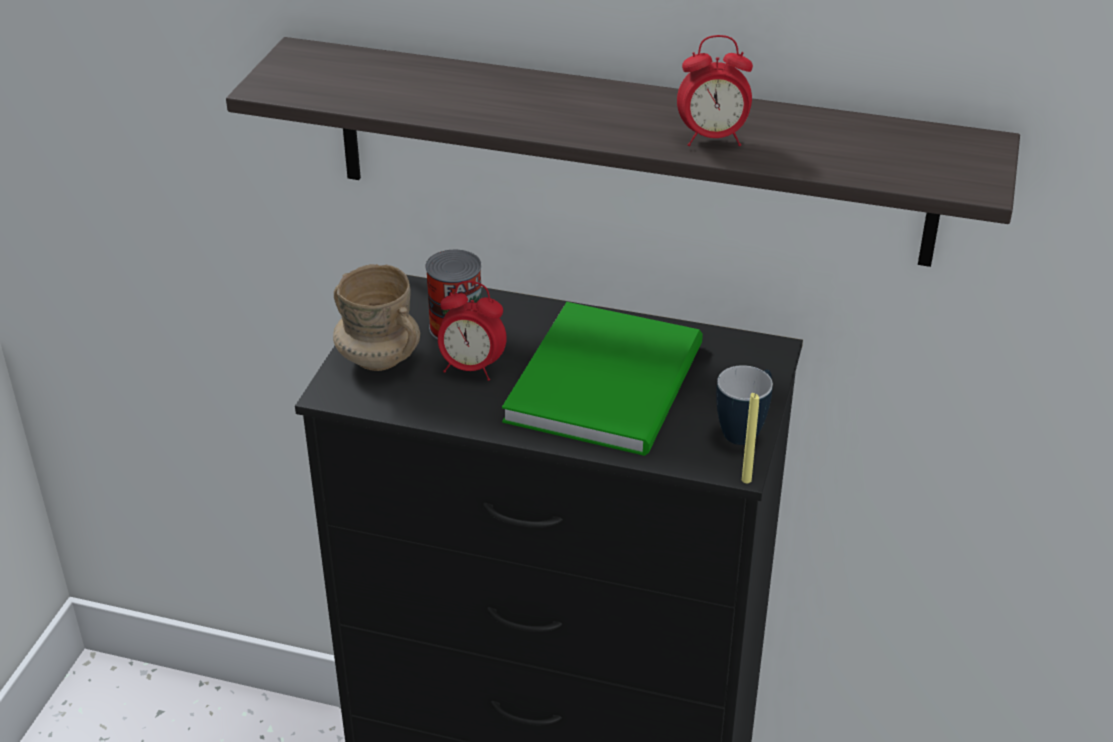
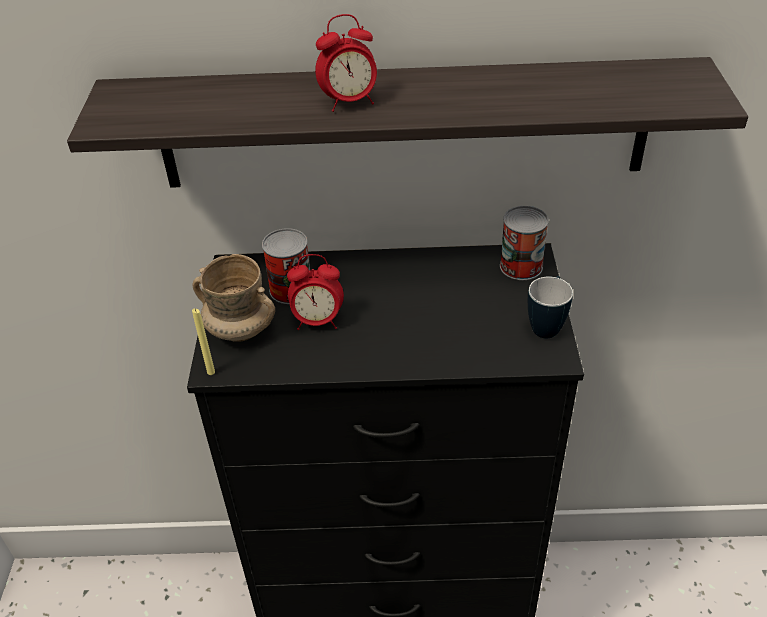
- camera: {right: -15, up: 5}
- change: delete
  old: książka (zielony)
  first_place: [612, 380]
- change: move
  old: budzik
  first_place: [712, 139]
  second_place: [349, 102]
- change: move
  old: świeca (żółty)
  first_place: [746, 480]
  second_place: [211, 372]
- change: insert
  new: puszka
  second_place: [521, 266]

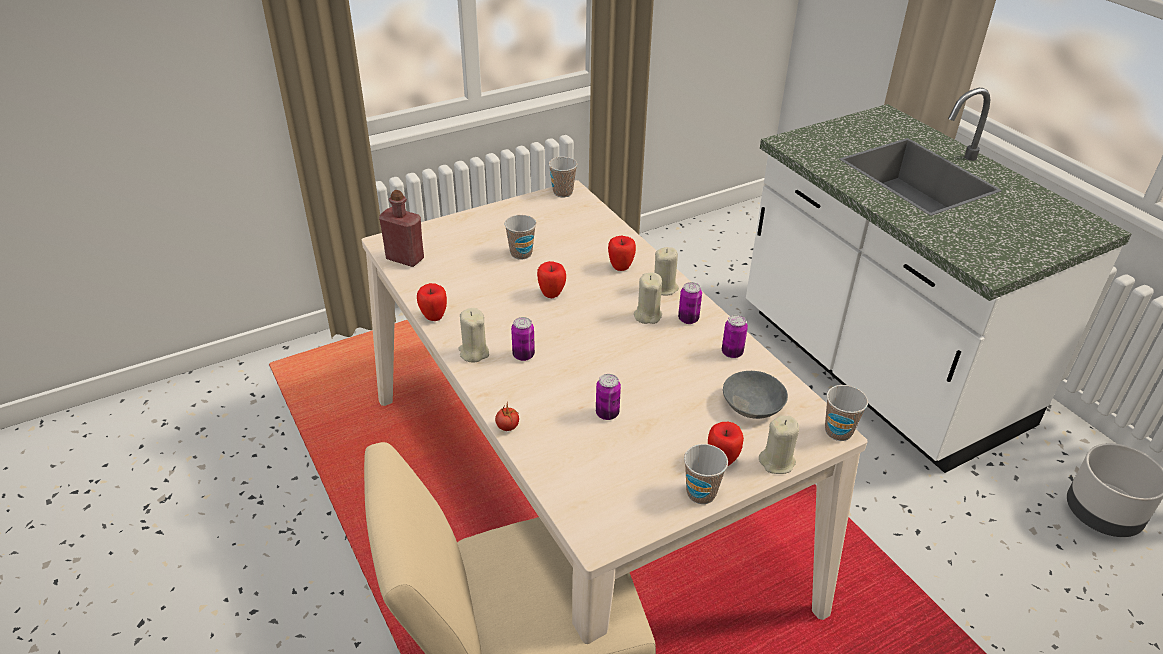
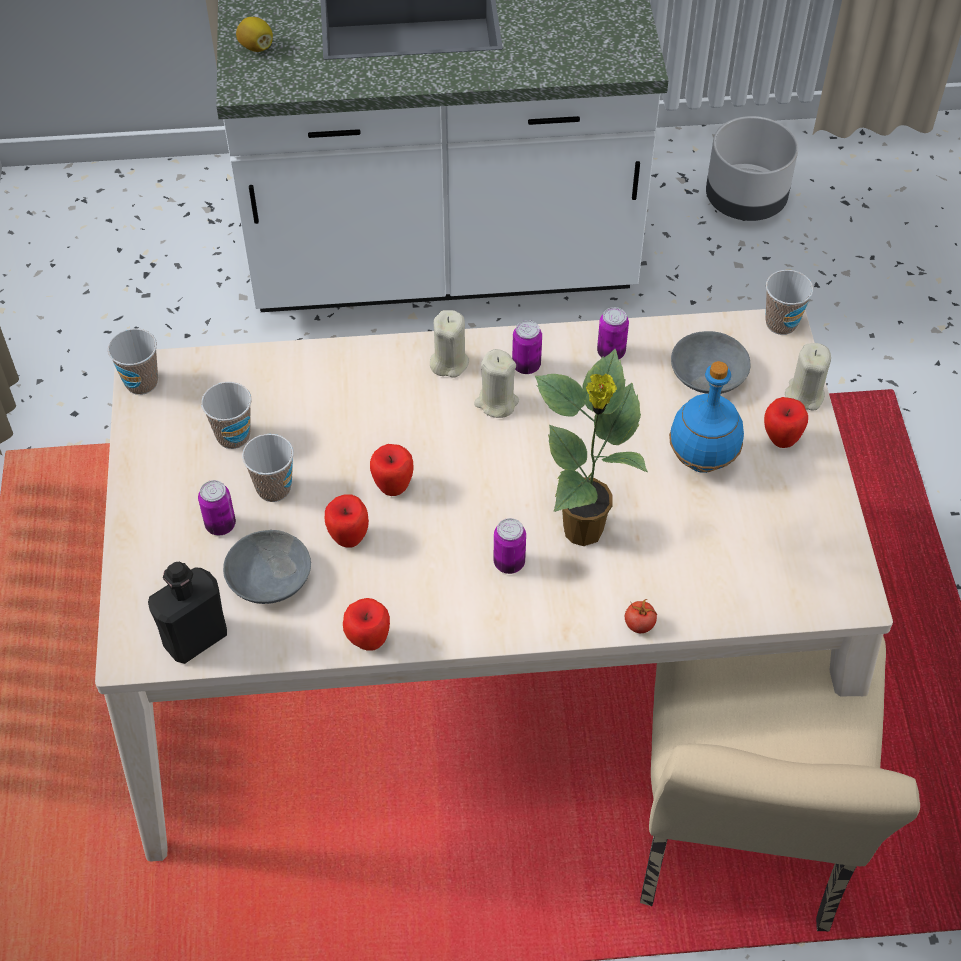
- camera: {right: -65, up: 15}
- change: recolor
  old: butelka (czerwony)
  new: butelka (czarny)
  first_place: [405, 258]
  second_place: [195, 638]
- change: delete
  old: świeca (beżowy)
  first_place: [473, 352]
- change: move
  old: puszka
  first_place: [607, 413]
  second_place: [220, 525]
- change: move
  old: jabłko
  first_place: [621, 267]
  second_place: [348, 538]
- change: move
  old: filiżanka
  first_place: [701, 493]
  second_place: [233, 436]
- change: insert
  new: miska (szary)
  second_place: [271, 578]
- change: insert
  new: cytryna
  second_place: [256, 47]
- change: insert
  new: roślina doniczkowa
  second_place: [584, 532]
- change: insert
  new: butelka (niebieski)
  second_place: [700, 460]

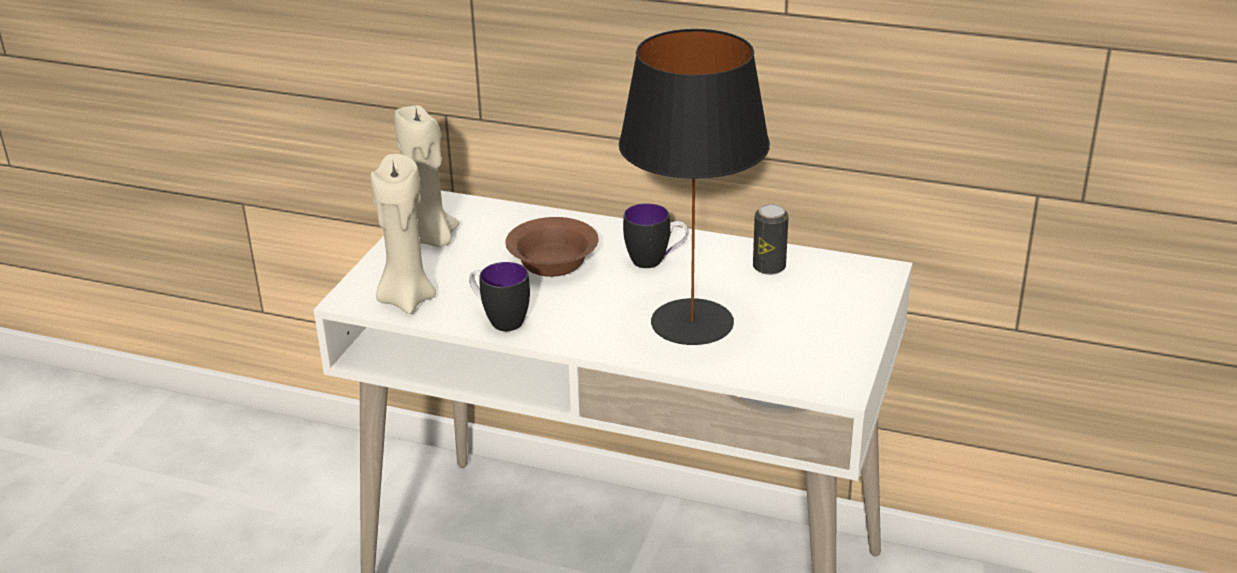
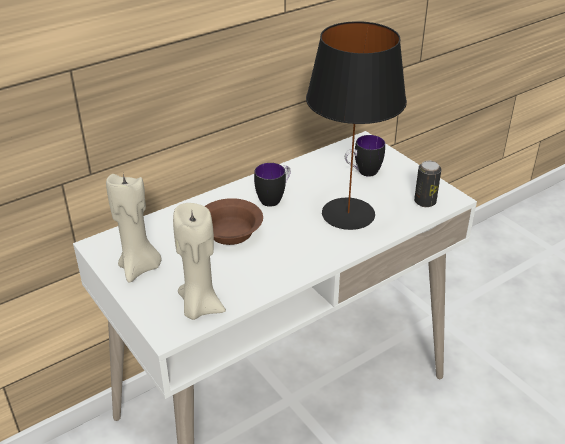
- camera: {right: -55, up: 5}
- change: move
  old: kubek
  first_place: [499, 320]
  second_place: [362, 172]
- change: move
  old: puszka
  first_place: [769, 267]
  second_place: [425, 202]

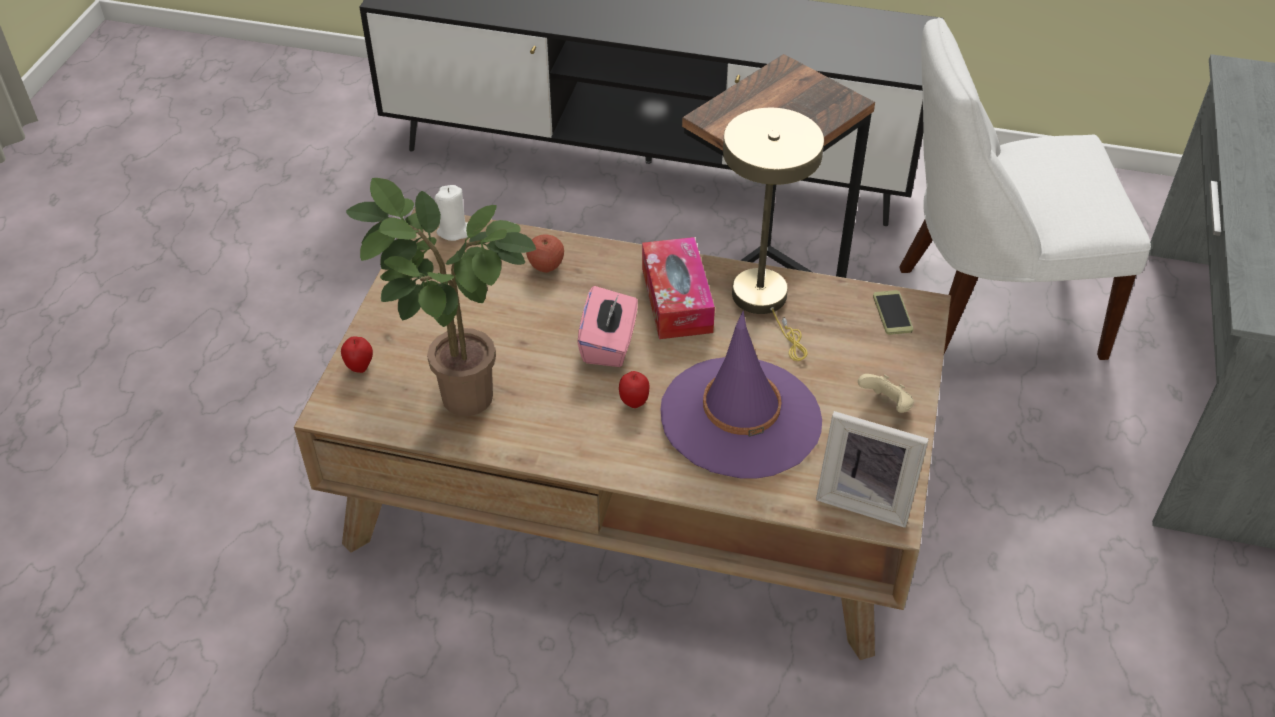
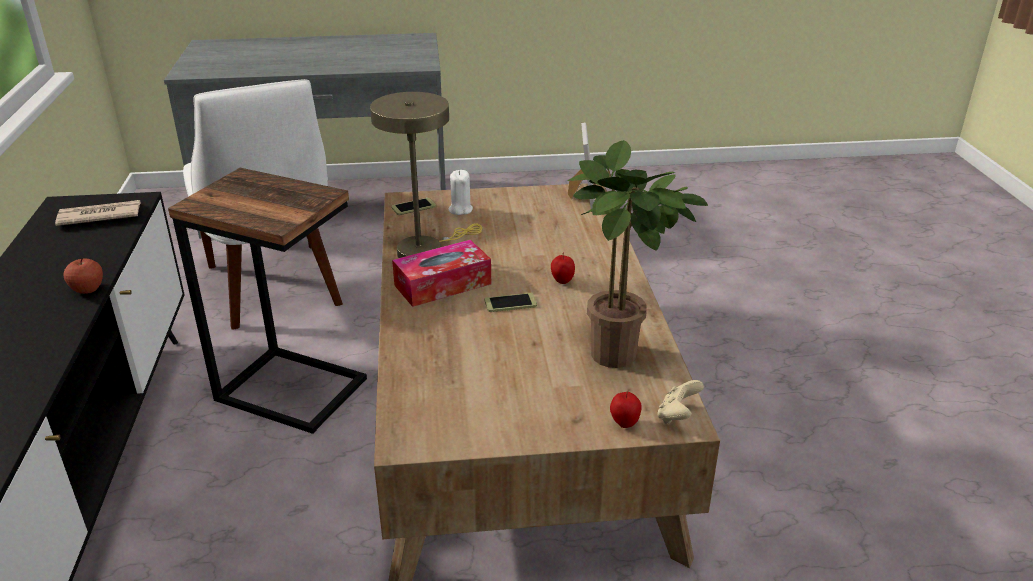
- camera: {right: -110, up: -15}
- change: move
  old: świeca (biały)
  first_place: [454, 231]
  second_place: [460, 209]
- change: move
  old: jabłko
  first_place: [546, 266]
  second_place: [88, 289]
- change: replace
  old: pudełko chusteczek (różowy)
  new: telefon
  first_place: [609, 344]
  second_place: [510, 303]
- change: delete
  old: kapelusz (fioletowy)
  first_place: [740, 417]
- change: move
  old: pad do gier (beżowy)
  first_place: [886, 405]
  second_place: [677, 416]
- change: insert
  new: gazeta
  second_place: [99, 216]

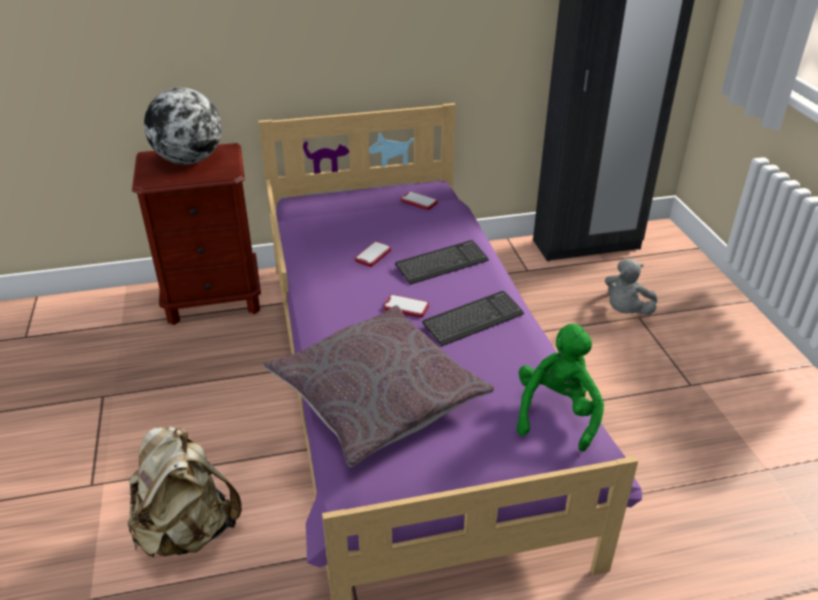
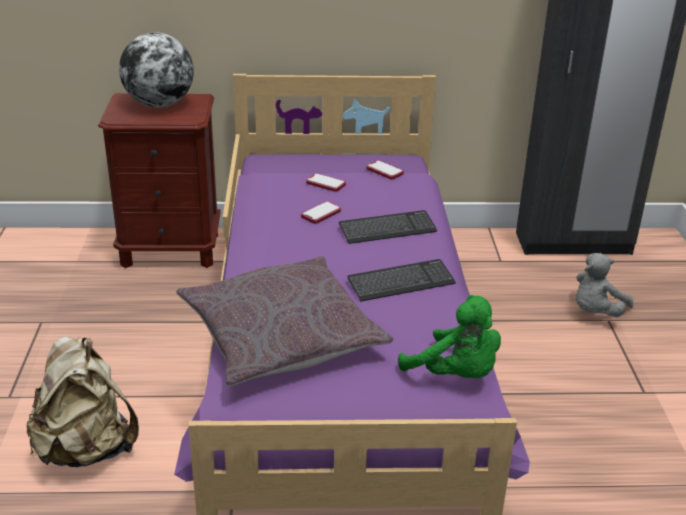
- camera: {right: 10, up: -5}
- change: move
  old: telefon
  first_place: [406, 307]
  second_place: [325, 184]
- change: rotate
  old: pluszak (zielony)
  first_place: [557, 413]
  second_place: [455, 375]
  degrees: 105

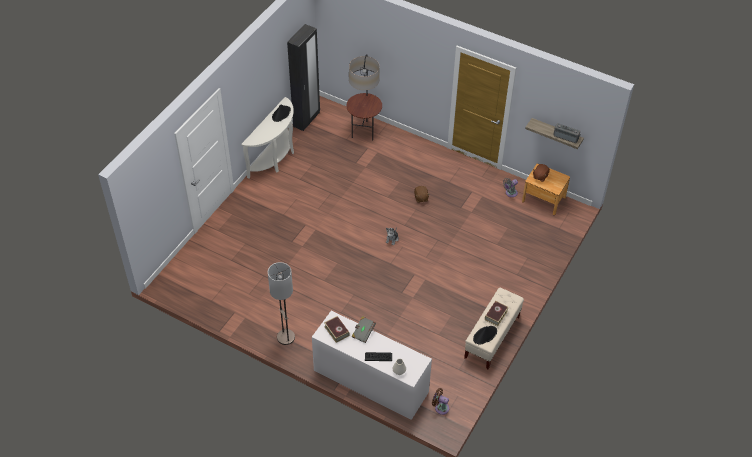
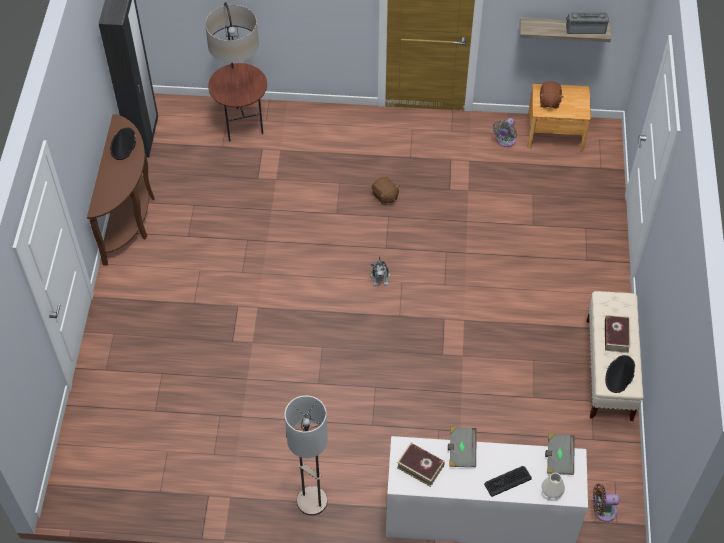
- camera: {right: -25, up: 5}
- change: recolor
  old: stolik konsolowy (biały)
  new: stolik konsolowy (brązowy)
  first_place: [275, 158]
  second_place: [131, 217]
- change: insert
  new: książka (szary)
  second_place: [558, 458]

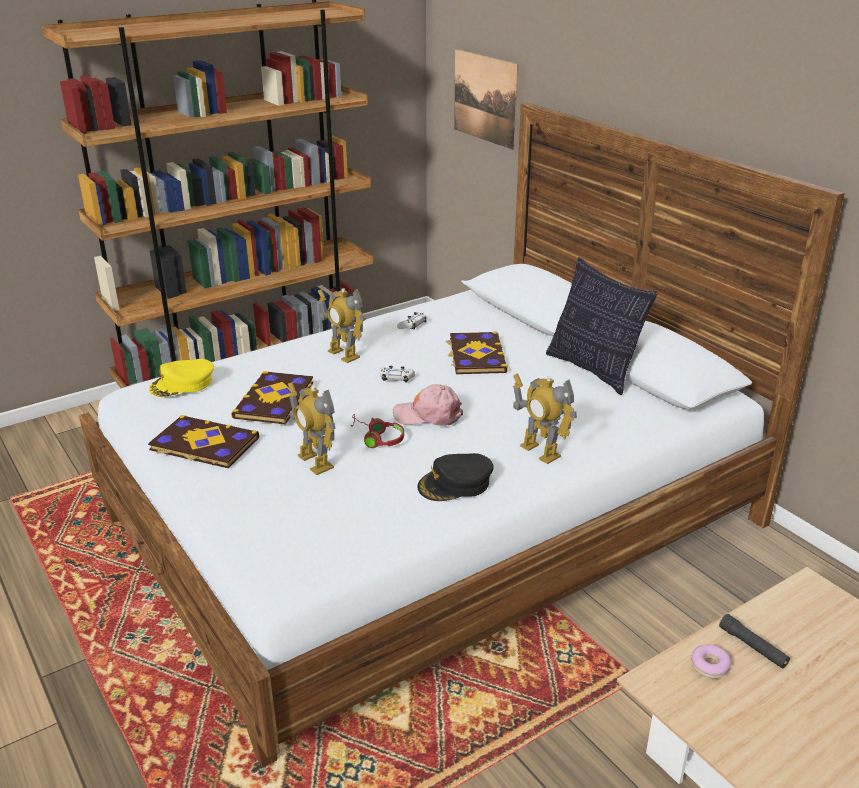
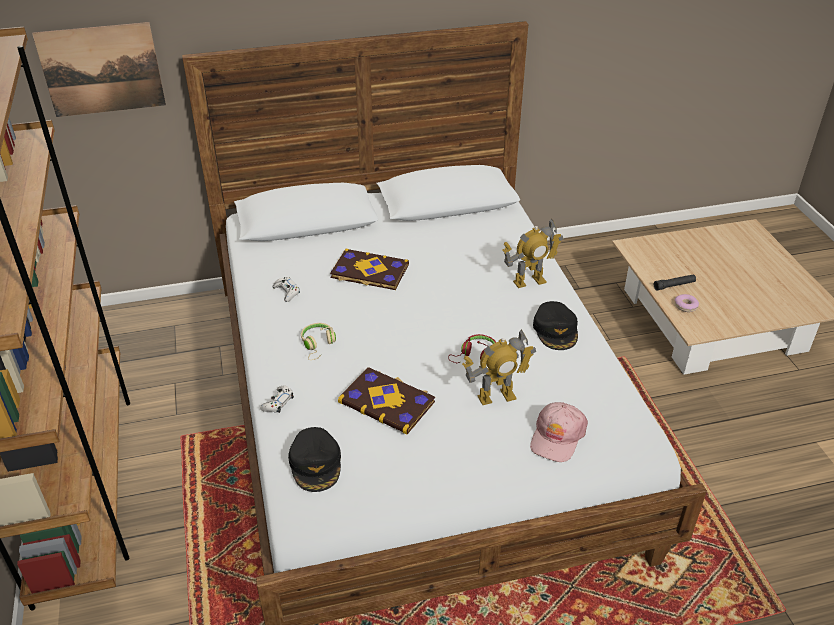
- camera: {right: -70, up: 10}
- change: delete
  old: książka
  first_place: [204, 445]
- change: recolor
  old: czapka z daszkiem (żółty)
  new: czapka z daszkiem (czarny)
  first_place: [182, 384]
  second_place: [316, 464]
- change: replace
  old: robot zabawkowy
  new: słuchawki (beżowy)
  first_place: [343, 354]
  second_place: [318, 345]
- change: move
  old: pad do gier (biały)
  first_place: [396, 378]
  second_place: [278, 403]
- change: move
  old: czapka z daszkiem (różowy)
  first_place: [428, 415]
  second_place: [557, 436]
- change: delete
  old: poduszka
  first_place: [593, 370]

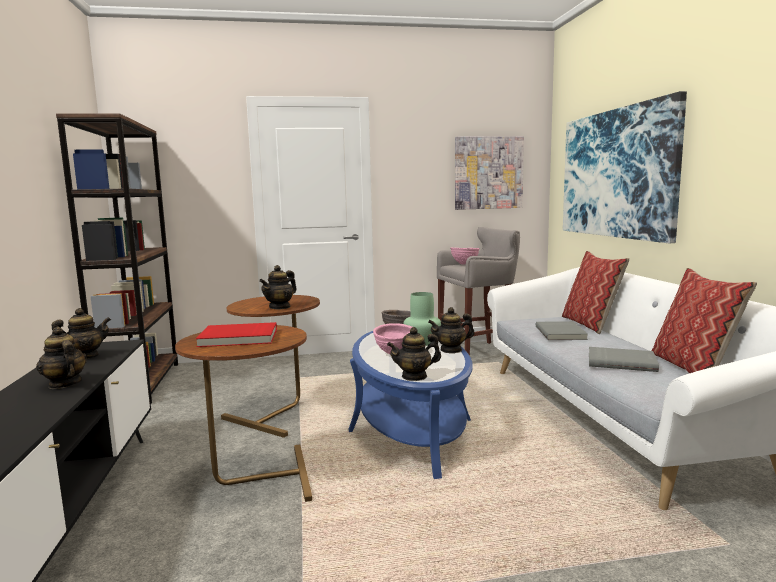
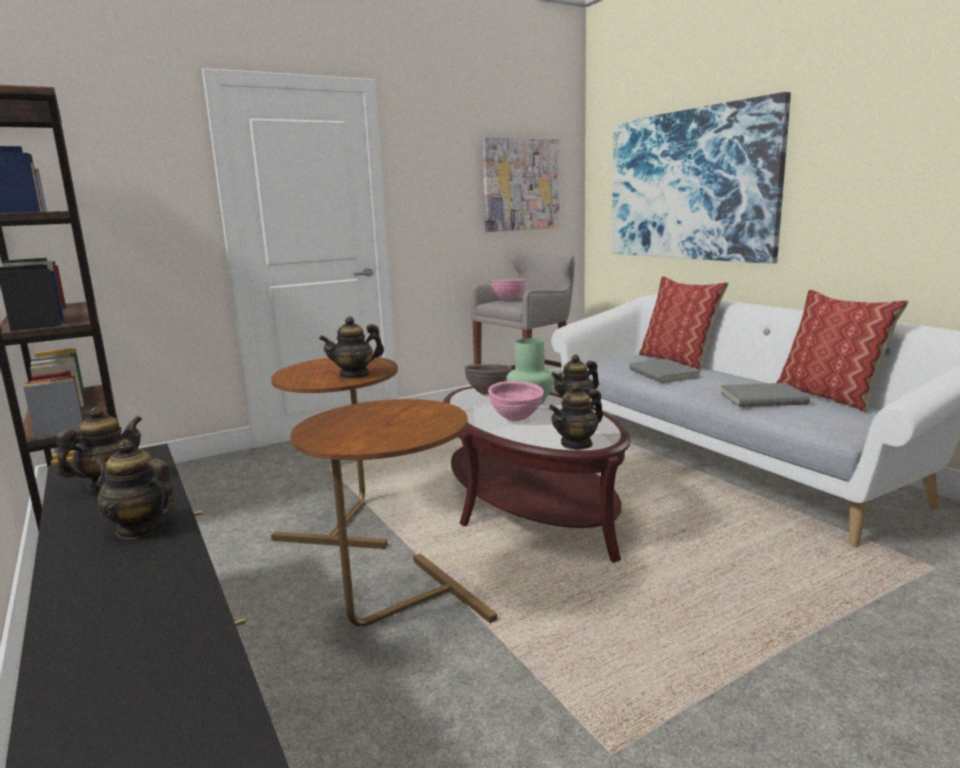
- camera: {right: -20, up: 5}
- change: delete
  old: książka (czerwony)
  first_place: [238, 338]
- change: rotate
  old: imbryk
  first_place: [280, 307]
  second_place: [355, 375]
  degrees: 45
- change: recolor
  old: ława (niebieski)
  new: ława (brązowy)
  first_place: [410, 425]
  second_place: [529, 505]

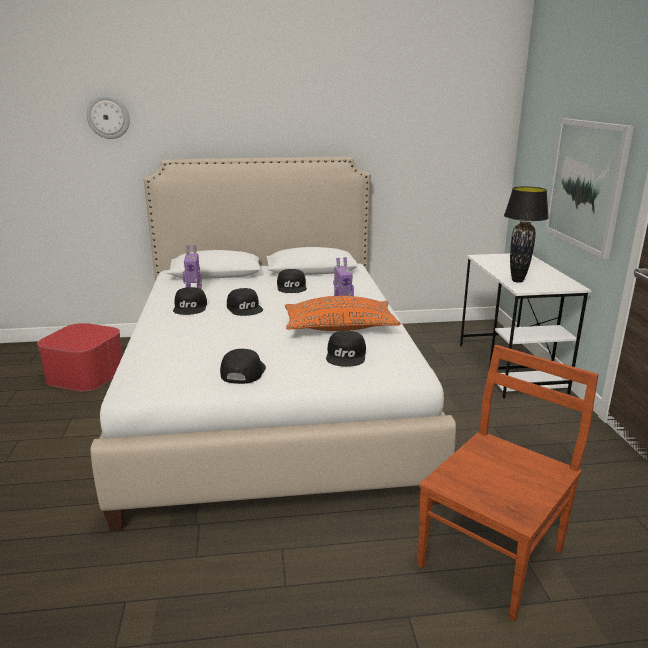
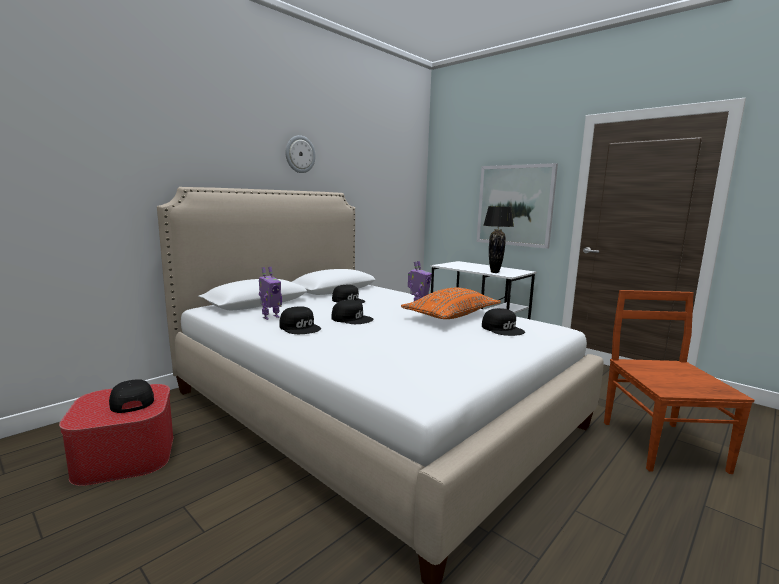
- camera: {right: -40, up: -10}
- change: move
  old: zegar ścienny
  first_place: [108, 117]
  second_place: [300, 154]
- change: move
  old: czapka z daszkiem (czarny)
  first_place: [242, 372]
  second_place: [131, 401]

